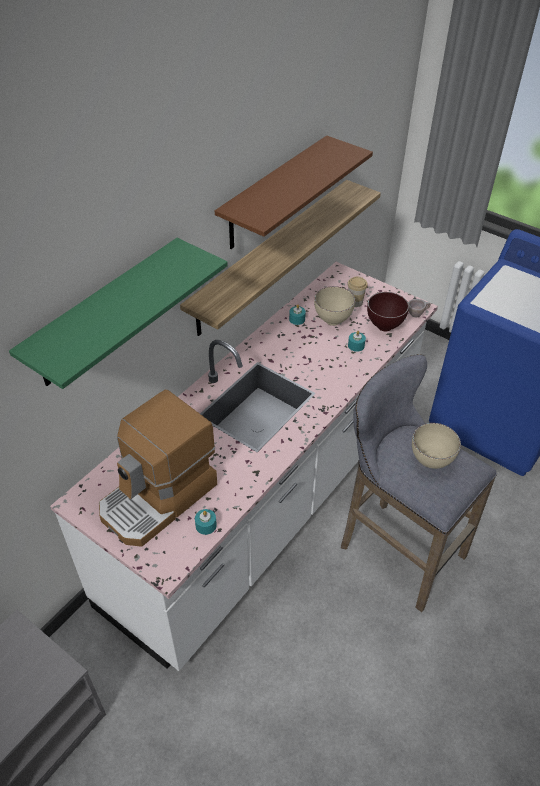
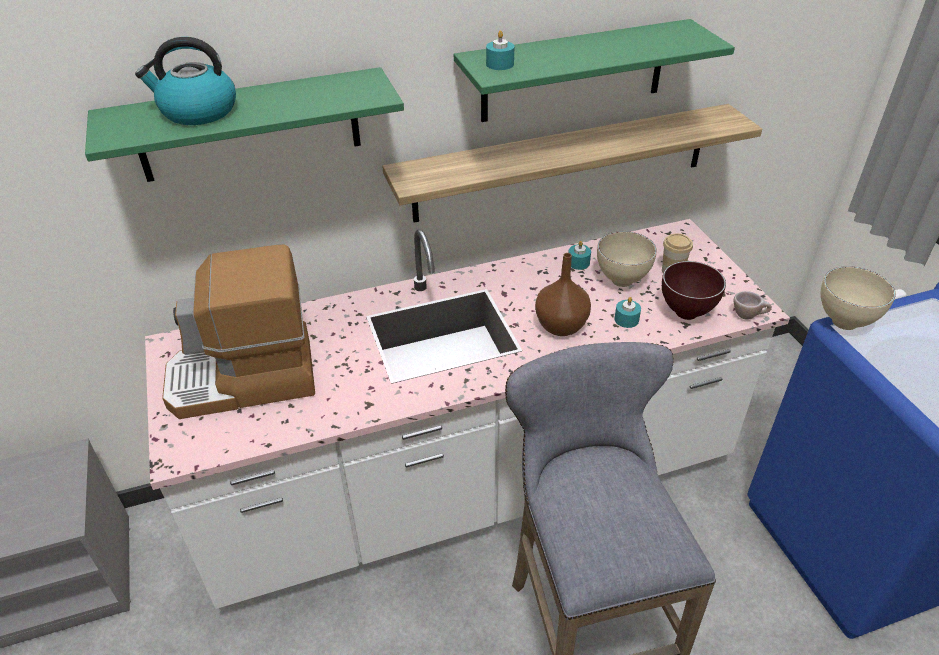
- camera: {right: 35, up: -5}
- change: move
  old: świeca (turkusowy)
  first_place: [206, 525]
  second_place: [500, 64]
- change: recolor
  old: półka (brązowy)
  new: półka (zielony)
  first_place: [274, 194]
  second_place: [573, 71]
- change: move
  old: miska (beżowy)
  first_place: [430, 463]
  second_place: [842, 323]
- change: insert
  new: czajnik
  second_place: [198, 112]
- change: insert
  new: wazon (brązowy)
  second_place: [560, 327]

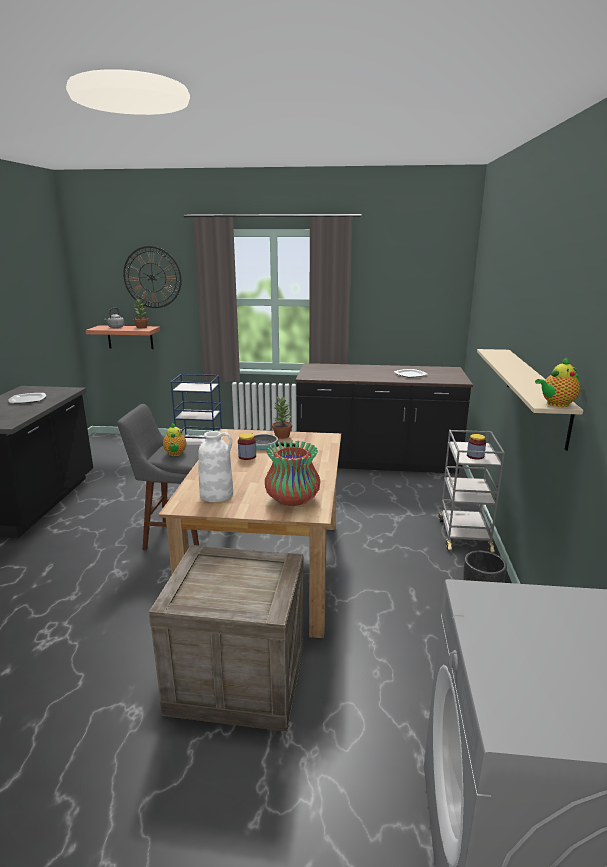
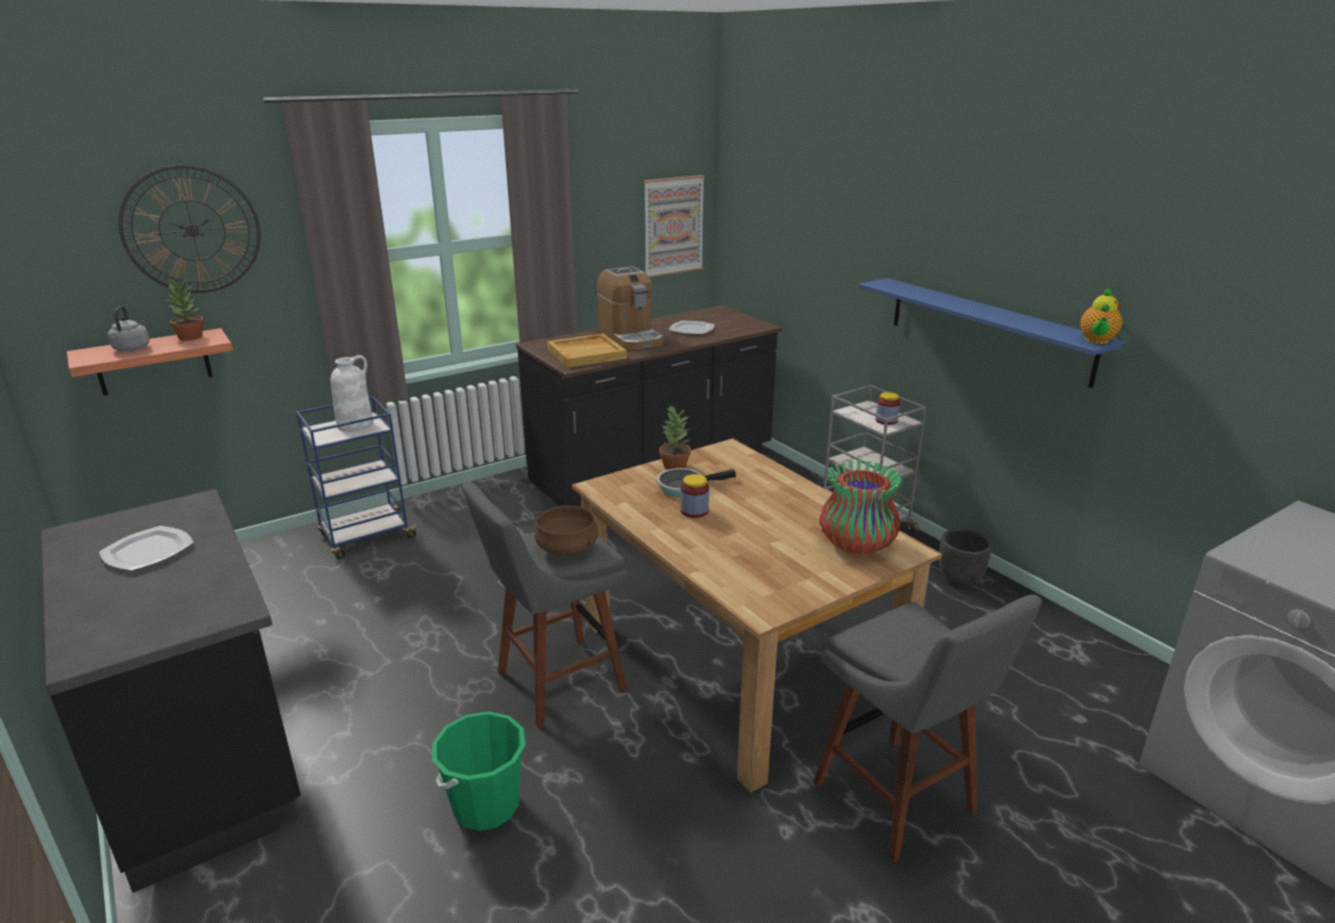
- camera: {right: -40, up: 5}
- change: replace
  old: skrzynka
  new: stołek (szary)
  first_place: [236, 679]
  second_place: [899, 802]
- change: replace
  old: imbryk
  new: garnek (brązowy)
  first_place: [175, 454]
  second_place: [566, 547]
- change: move
  old: wazon (biały)
  first_place: [217, 494]
  second_place: [356, 425]
- change: recolor
  old: półka (beżowy)
  new: półka (niebieski)
  first_place: [535, 393]
  second_place: [987, 329]
- change: insert
  new: wiadro (zielony)
  second_place: [486, 805]
- change: insert
  new: taca (beżowy)
  second_place: [586, 353]
- change: insert
  new: ekspres do kawy
  second_place: [631, 337]
- change: insert
  new: obraz
  second_place: [673, 226]

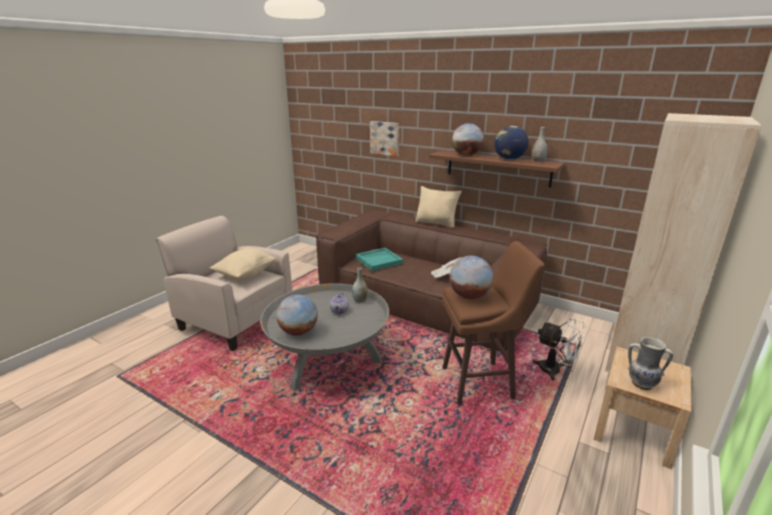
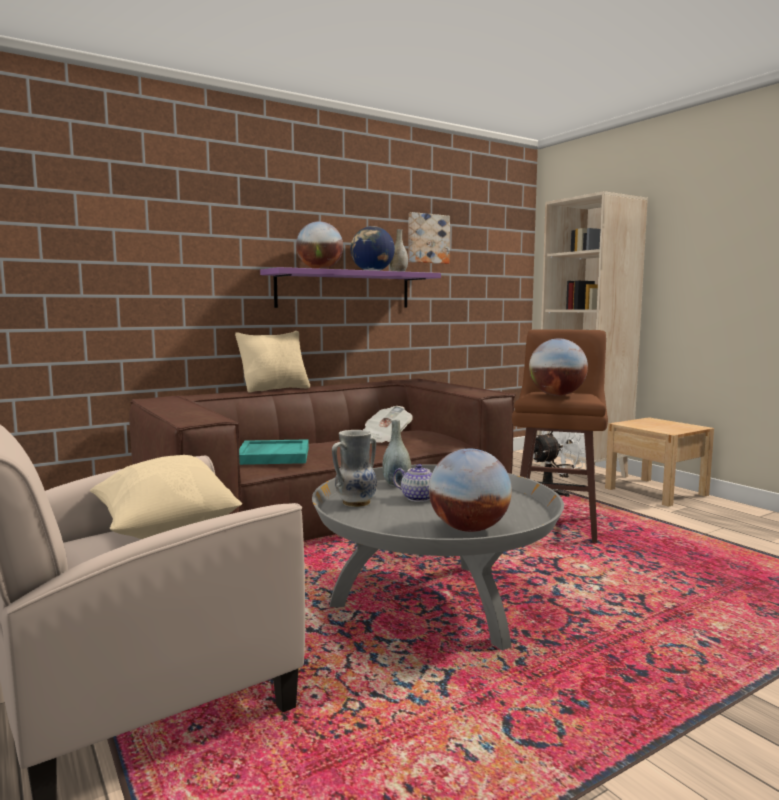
- camera: {right: -65, up: -15}
- change: move
  old: obraz
  first_place: [385, 138]
  second_place: [427, 238]
- change: recolor
  old: półka (brązowy)
  new: półka (fioletowy)
  first_place: [498, 168]
  second_place: [344, 290]
- change: move
  old: wazon
  first_place: [641, 384]
  second_place: [355, 503]

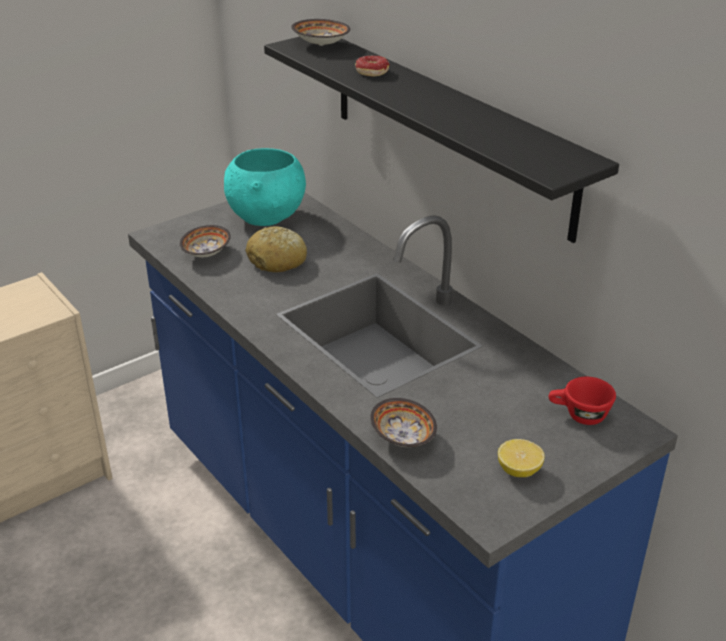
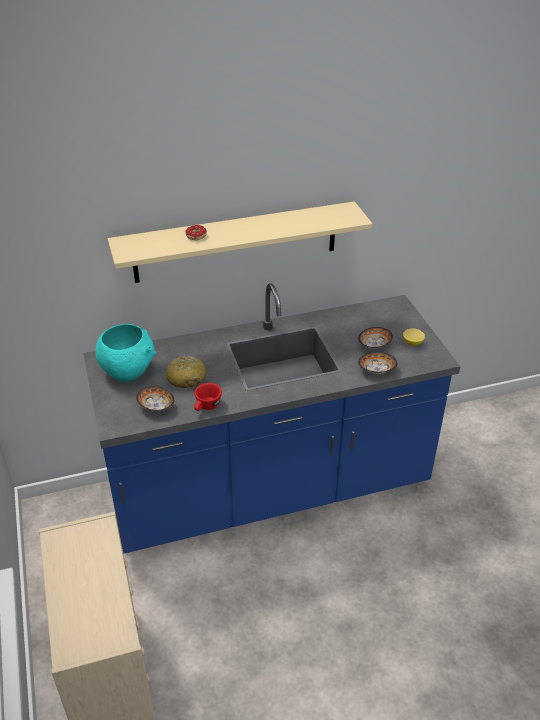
- camera: {right: -70, up: 5}
- change: recolor
  old: półka (czarny)
  new: półka (beżowy)
  first_place: [448, 130]
  second_place: [236, 242]
- change: move
  old: miska
  first_place: [320, 44]
  second_place: [373, 345]
- change: move
  old: filiżanka (czerwony)
  first_place: [578, 415]
  second_place: [206, 407]

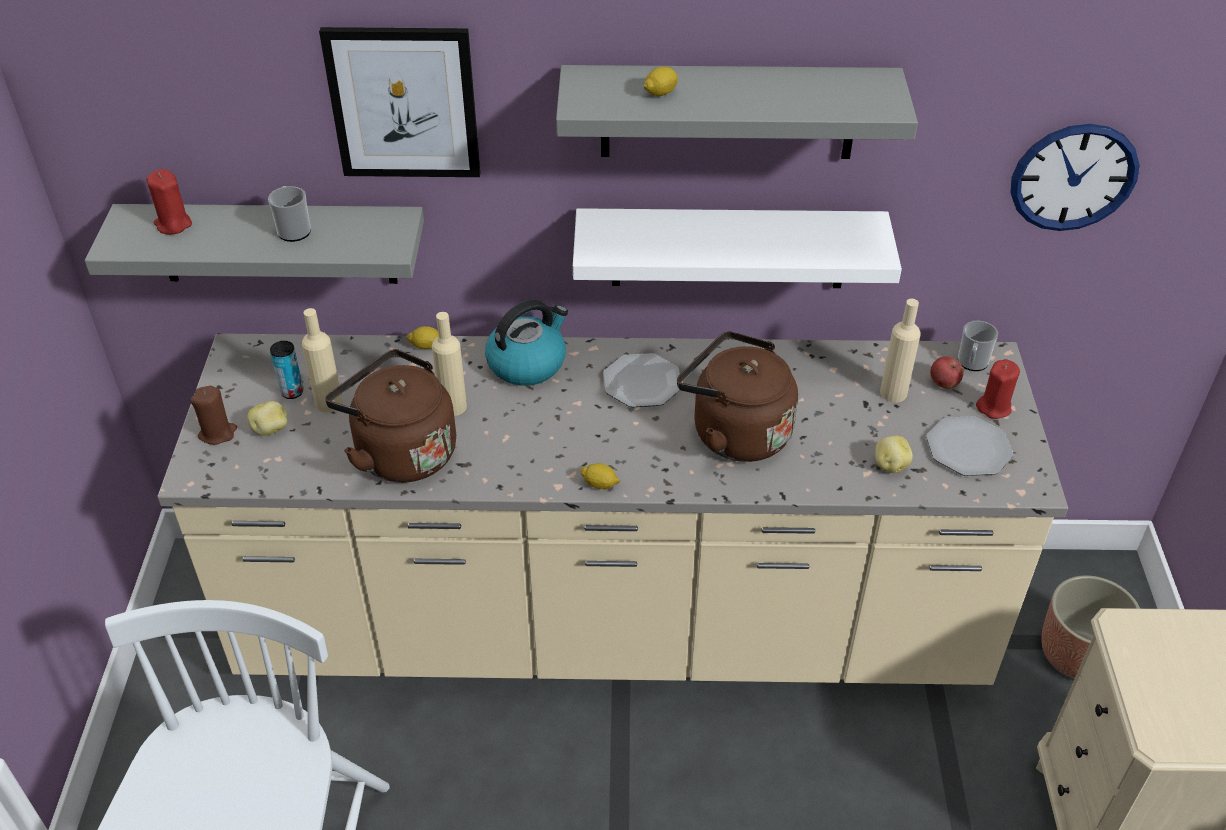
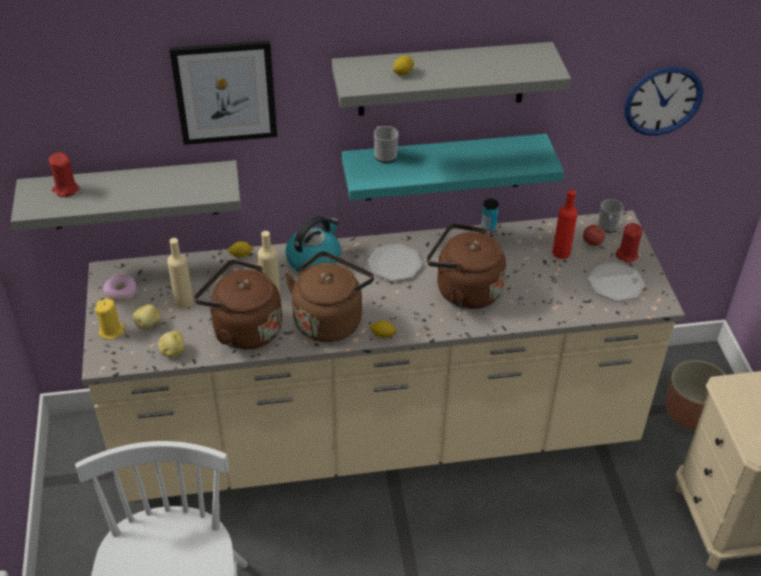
- camera: {right: -10, up: 0}
- change: recolor
  old: świeca (brązowy)
  new: świeca (żółty)
  first_place: [218, 433]
  second_place: [112, 331]
- change: move
  old: kubek
  first_place: [293, 229]
  second_place: [384, 154]
- change: move
  old: puszka
  first_place: [292, 392]
  second_place: [488, 232]
- change: recolor
  old: półka (biały)
  new: półka (turkusowy)
  first_place: [729, 248]
  second_place: [443, 167]
- change: move
  old: ziemniak
  first_place: [890, 465]
  second_place: [172, 352]
- change: recolor
  old: butelka (beżowy)
  new: butelka (czerwony)
  first_place: [893, 393]
  second_place: [561, 252]
- change: insert
  new: donut
  second_place: [120, 292]
- change: insert
  new: czajnik (brązowy)
  second_place: [330, 319]

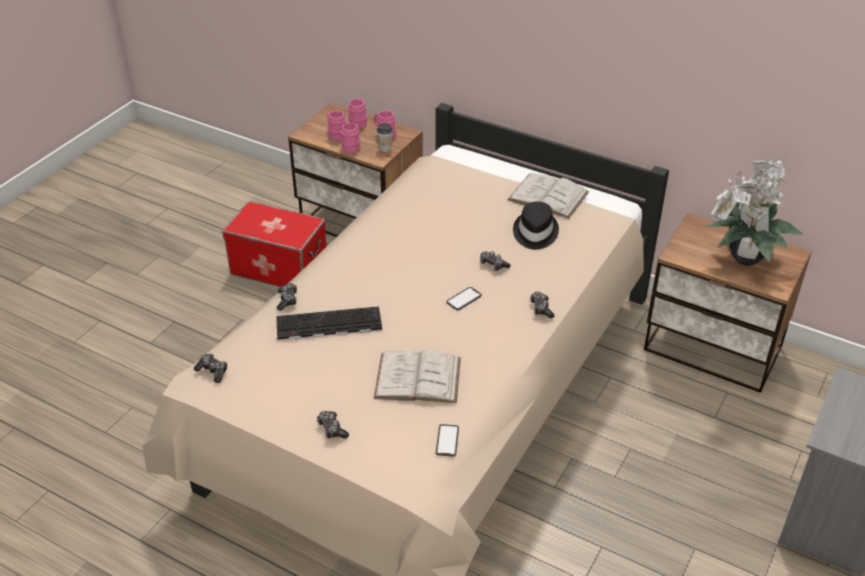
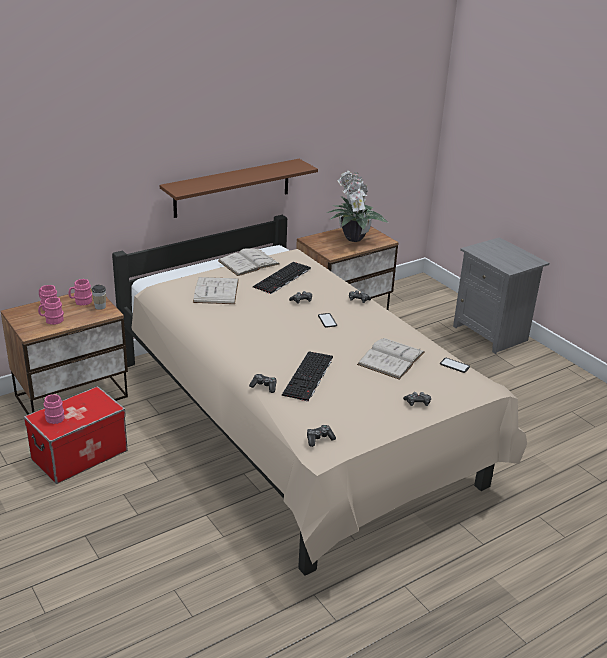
- camera: {right: -65, up: -10}
- change: move
  old: kubek (różowy)
  first_place: [352, 146]
  second_place: [54, 417]
- change: replace
  old: kapelusz (czarny)
  new: klawiatura
  first_place: [534, 233]
  second_place: [282, 278]
- change: insert
  new: półka (brązowy)
  second_place: [232, 188]
- change: insert
  new: książka (biały)
  second_place: [216, 291]

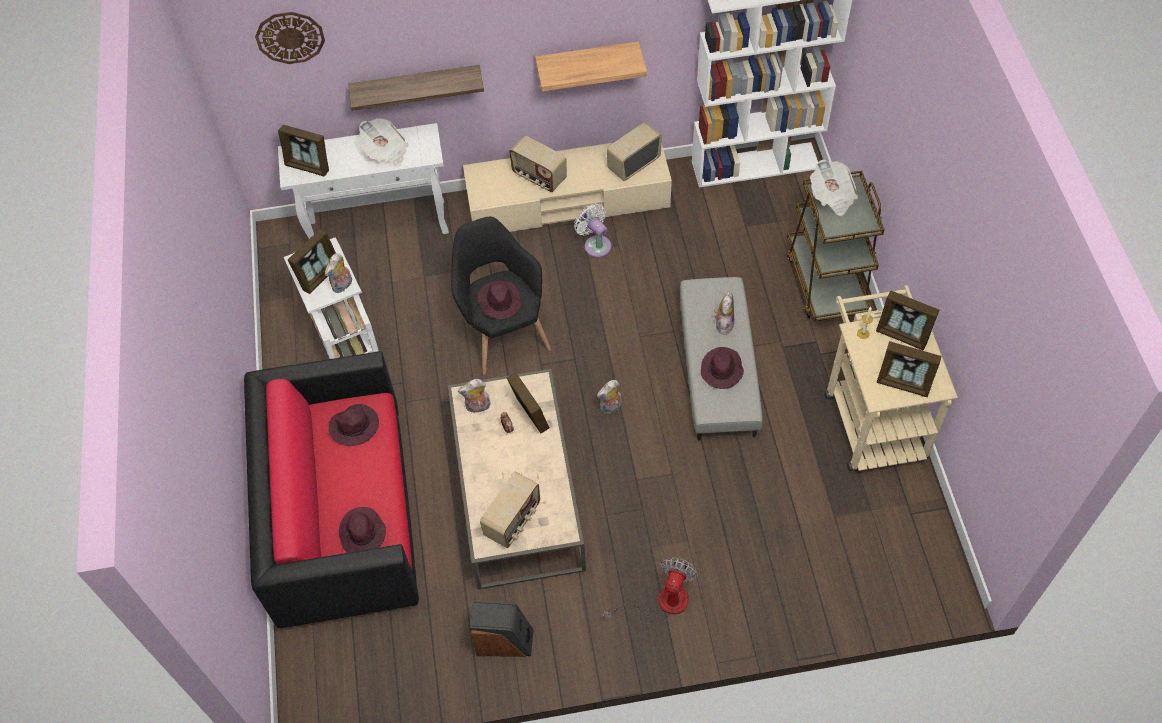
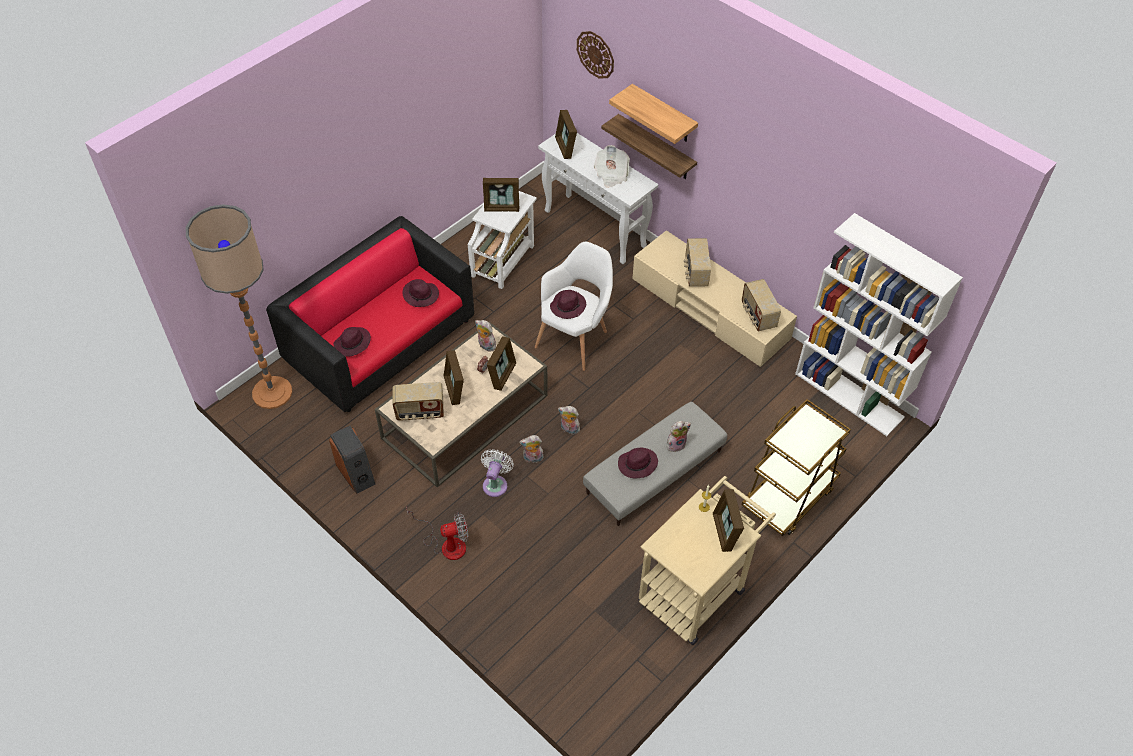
- camera: {right: 50, up: -5}
- change: move
  old: pluszak
  first_place: [343, 286]
  second_place: [532, 458]
- change: recolor
  old: fotel (czarny)
  new: fotel (biały)
  first_place: [502, 331]
  second_place: [575, 337]
- change: move
  old: półka
  first_place: [587, 62]
  second_place: [663, 114]
- change: move
  old: wentylator (biały)
  first_place: [595, 244]
  second_place: [496, 483]
- change: rotate
  old: radio
  first_place: [633, 164]
  second_place: [757, 316]
  degrees: -120
- change: delete
  old: gazeta
  first_place: [832, 196]
- change: move
  old: ramka na zdjęcie
  first_place: [903, 383]
  second_place: [454, 389]
- change: insert
  new: lampa stojąca
  second_place: [272, 392]

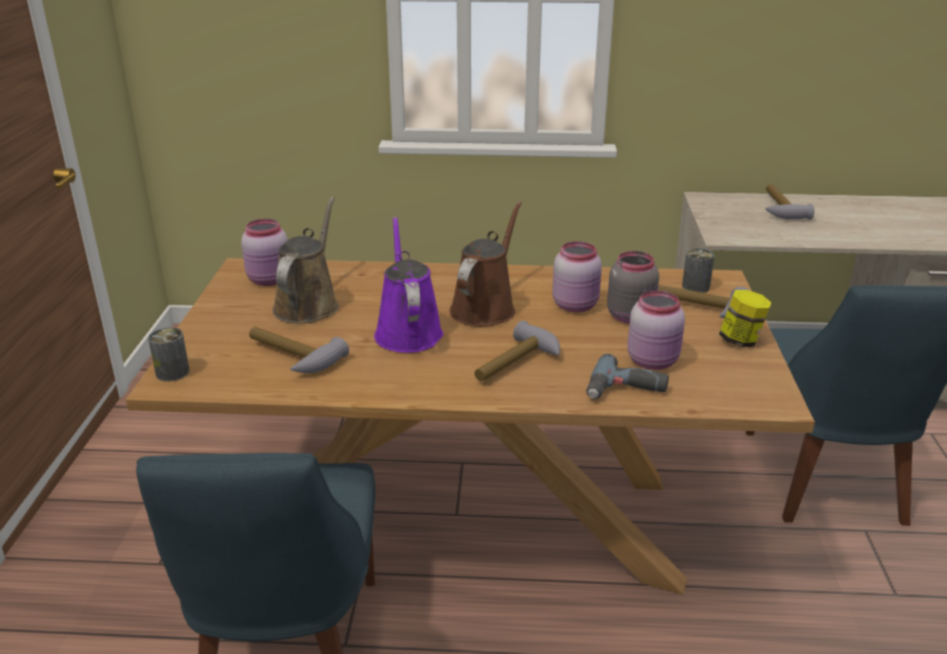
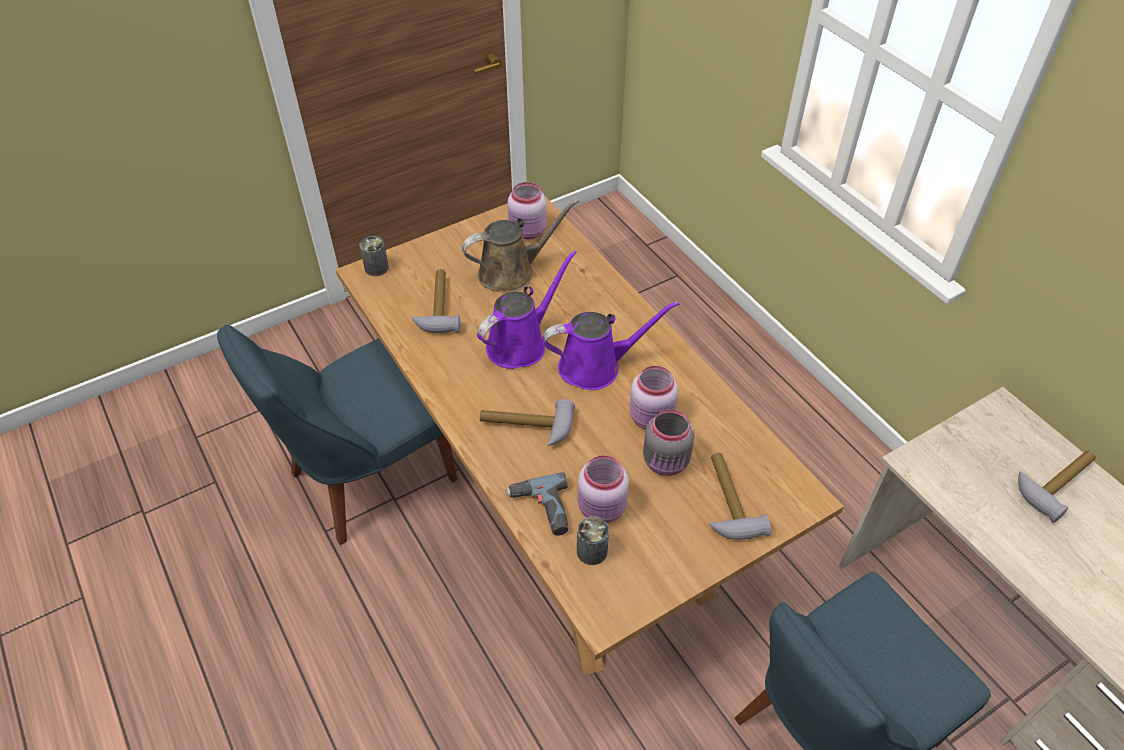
- camera: {right: 55, up: 20}
- change: recolor
  old: konewka (brązowy)
  new: konewka (fioletowy)
  first_place: [485, 308]
  second_place: [595, 366]
- change: move
  old: puszka
  first_place: [695, 287]
  second_place: [592, 551]
- change: delete
  old: słoik
  first_place: [741, 340]

